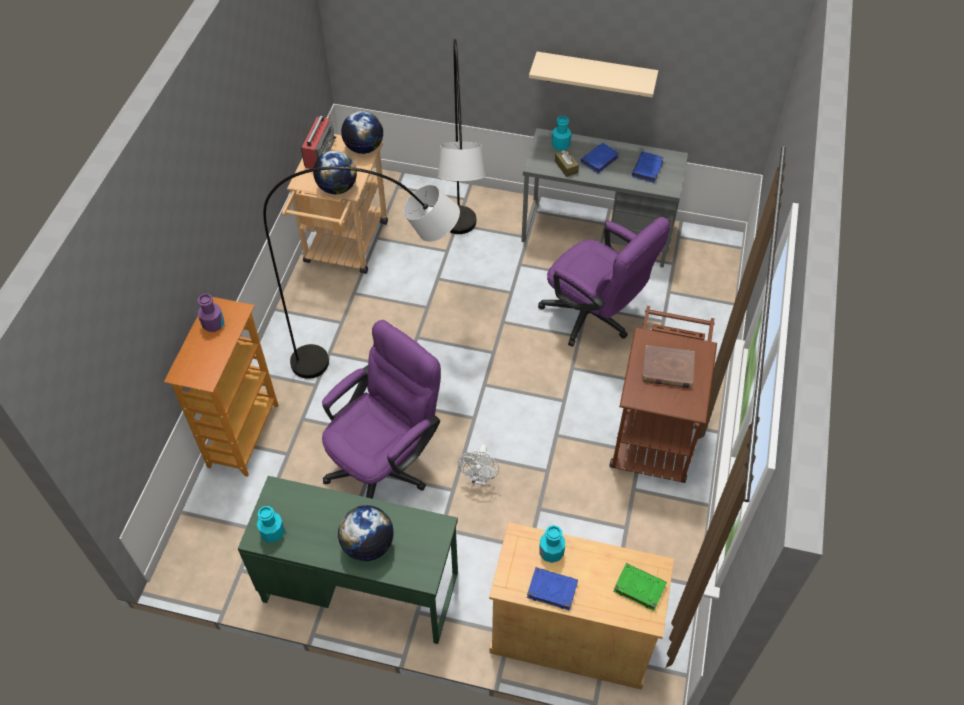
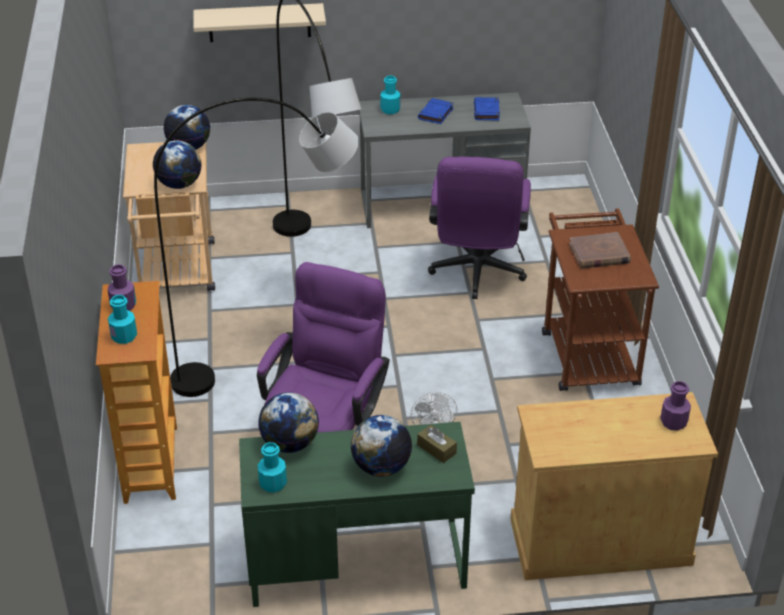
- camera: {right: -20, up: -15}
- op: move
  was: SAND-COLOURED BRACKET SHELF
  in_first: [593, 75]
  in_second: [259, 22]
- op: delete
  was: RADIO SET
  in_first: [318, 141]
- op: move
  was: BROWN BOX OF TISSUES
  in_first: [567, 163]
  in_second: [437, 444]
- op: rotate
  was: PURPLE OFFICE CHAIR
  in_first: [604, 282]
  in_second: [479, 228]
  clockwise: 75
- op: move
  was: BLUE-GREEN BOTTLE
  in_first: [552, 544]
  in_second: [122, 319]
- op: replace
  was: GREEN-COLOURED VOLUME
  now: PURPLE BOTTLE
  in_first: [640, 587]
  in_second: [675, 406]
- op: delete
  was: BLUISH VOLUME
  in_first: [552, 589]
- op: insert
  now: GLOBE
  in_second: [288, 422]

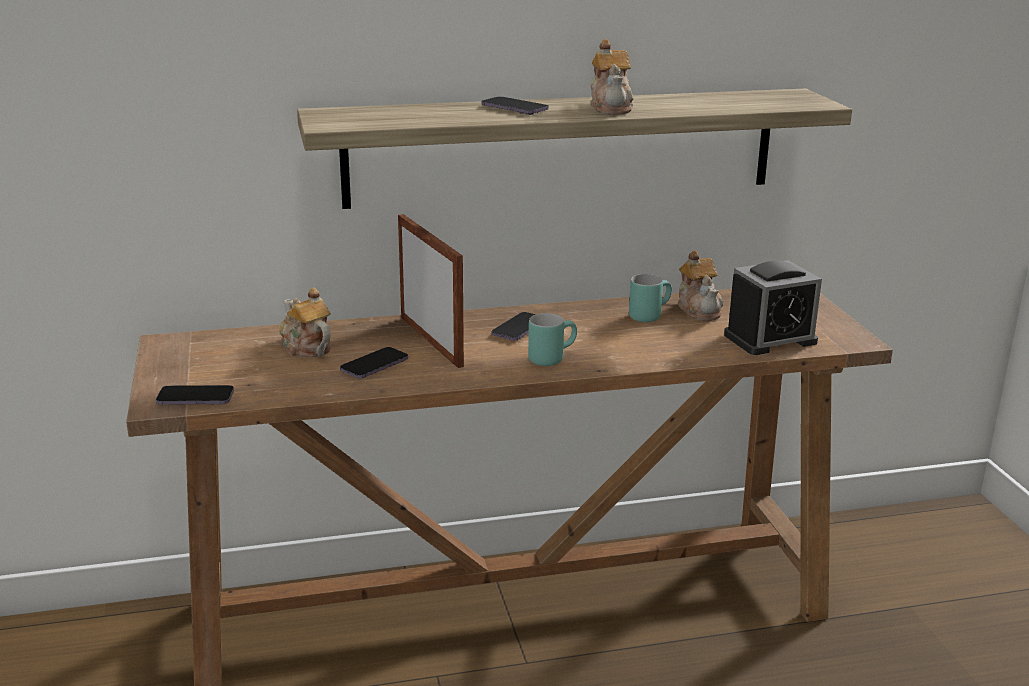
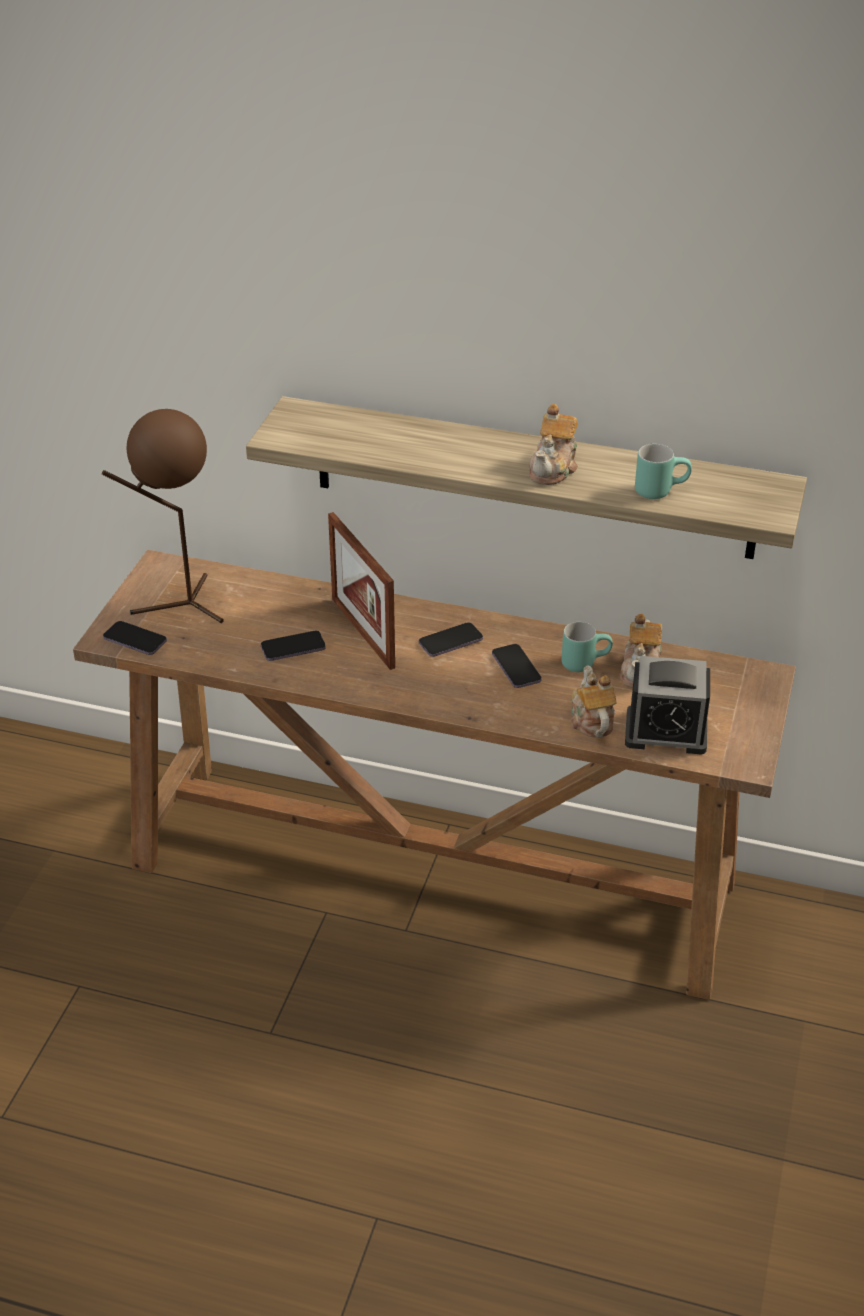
- camera: {right: 30, up: 15}
- op: move
  was: PHONE
  in_first: [515, 106]
  in_second: [517, 666]
- op: rotate
  was: STANDING FRAME
  in_first: [431, 291]
  in_second: [361, 591]
  clockwise: 150
- op: move
  was: POT FOR TEA
  in_first: [305, 322]
  in_second: [594, 701]
- op: move
  was: BLUE-GREEN MUG
  in_first: [552, 339]
  in_second: [663, 471]
- op: insert
  now: BROWN LAMP FOR A TABLE
  in_second: [163, 516]

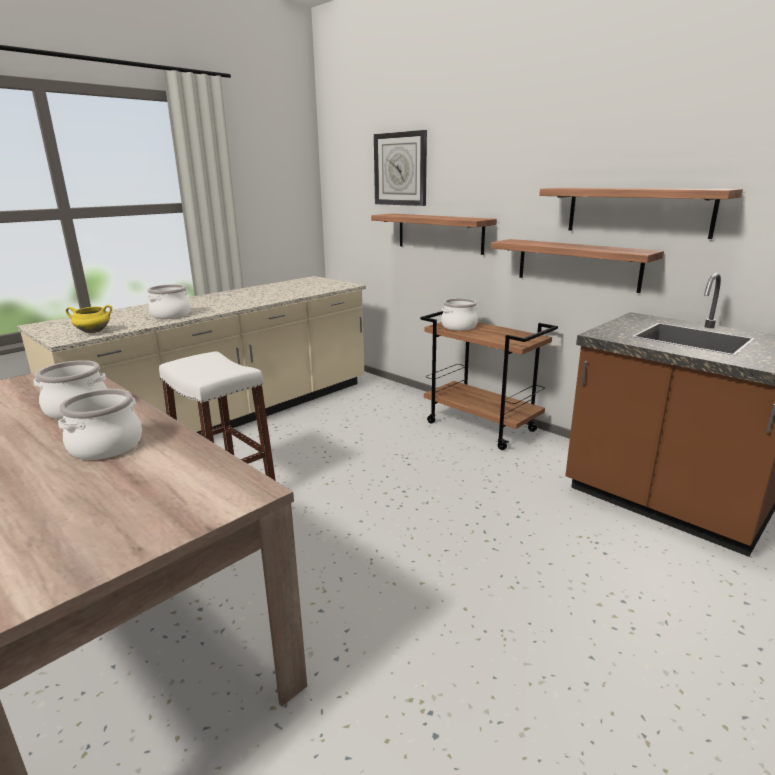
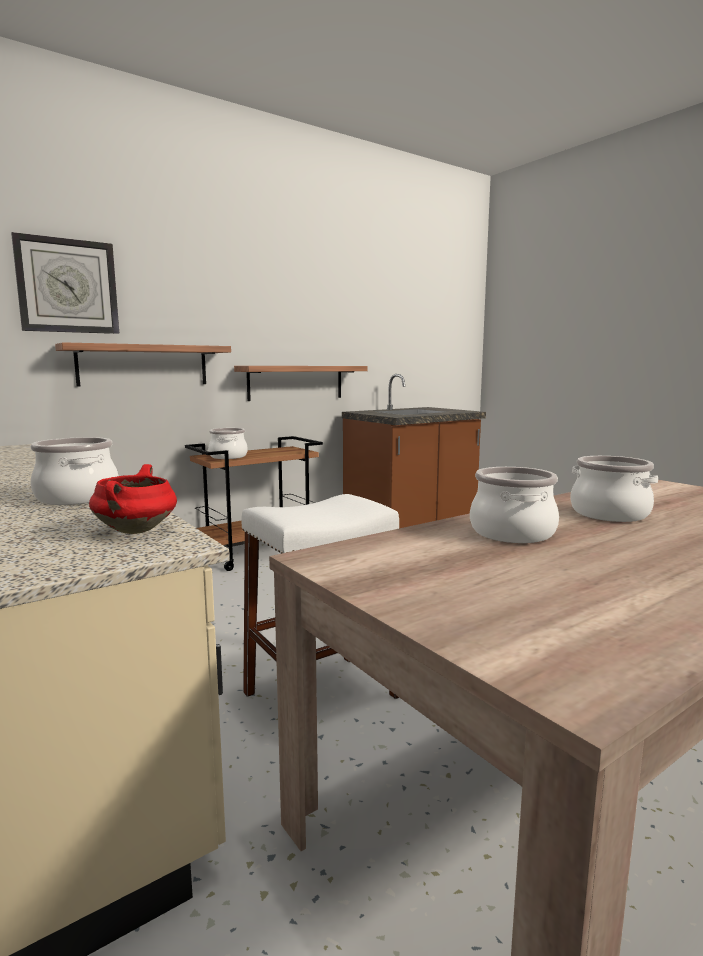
- camera: {right: -80, up: -10}
- op: delete
  was: BRACKET SHELF
  in_first: [641, 213]
- op: recolor
  was: YELLOW-COLOURED SAUCEPOT
  now: REDDISH SAUCEPOT
  in_first: [89, 319]
  in_second: [133, 499]

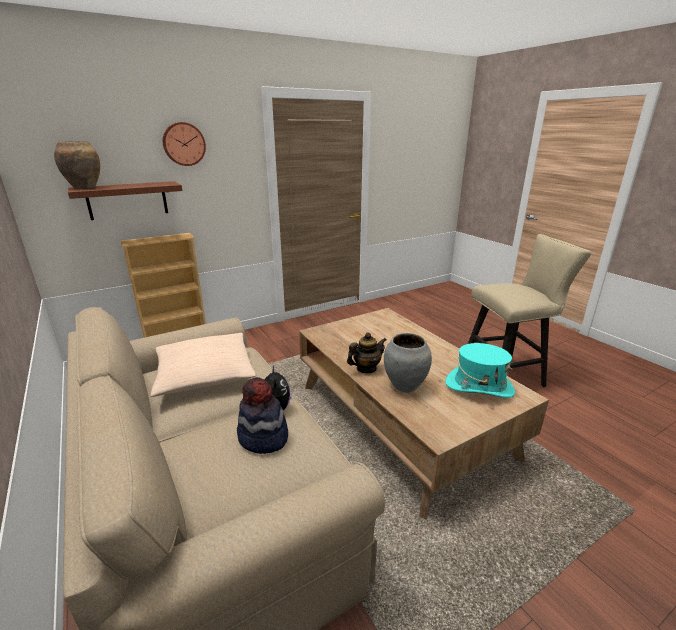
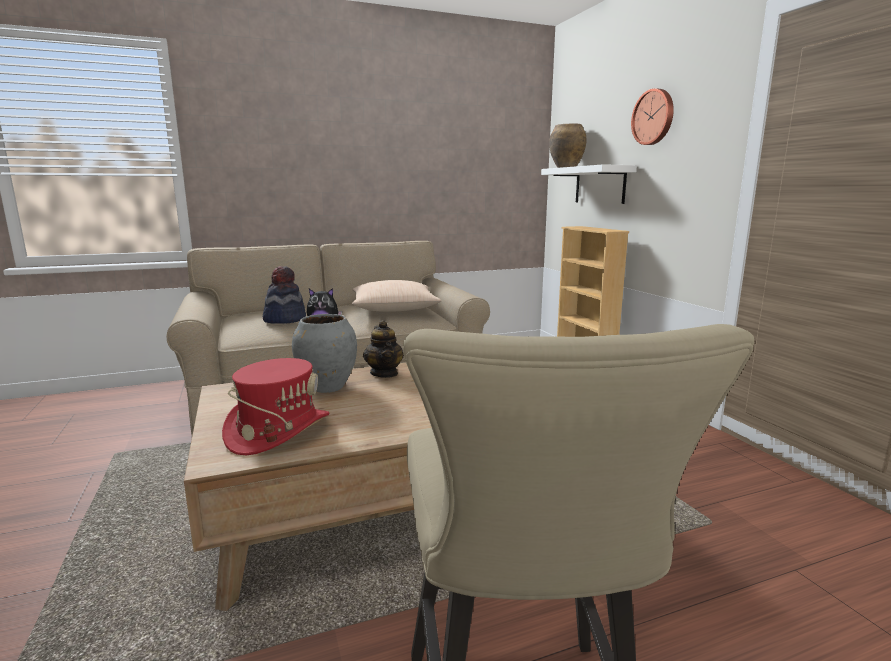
- camera: {right: 100, up: -10}
- op: recolor
  was: BROWN BRACKET SHELF
  now: WHITISH BRACKET SHELF
  in_first: [125, 200]
  in_second: [589, 184]
- op: recolor
  was: BLUE-GREEN HAT
  now: REDDISH HAT
  in_first: [480, 370]
  in_second: [275, 407]

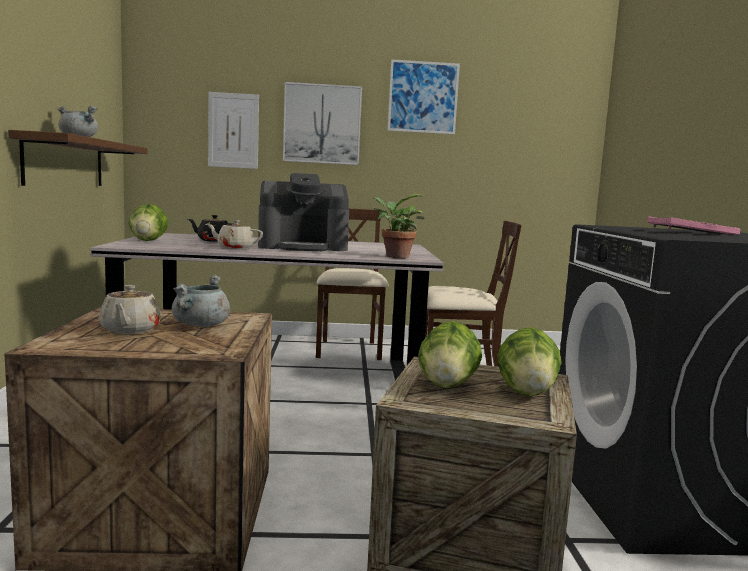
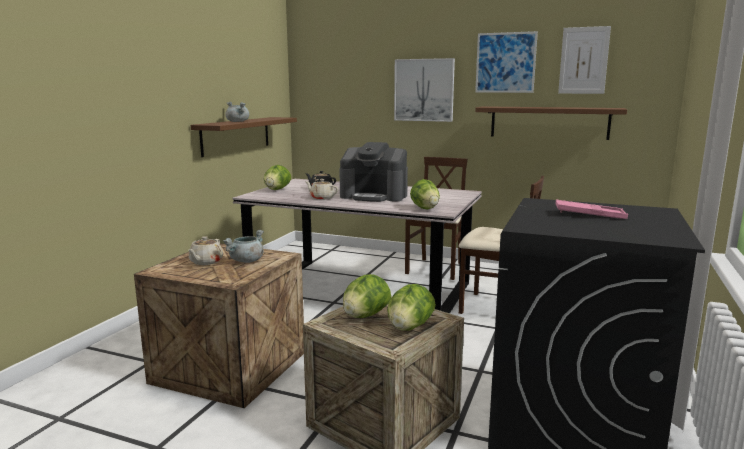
- camera: {right: 25, up: 5}
- op: move
  was: PICTURE
  in_first: [233, 130]
  in_second: [584, 60]
- op: replace
  was: HOUSEPLANT
  now: LETTUCE HEAD
  in_first: [399, 226]
  in_second: [425, 194]
- op: insert
  now: BROWN BRACKET SHELF
  in_second: [551, 123]

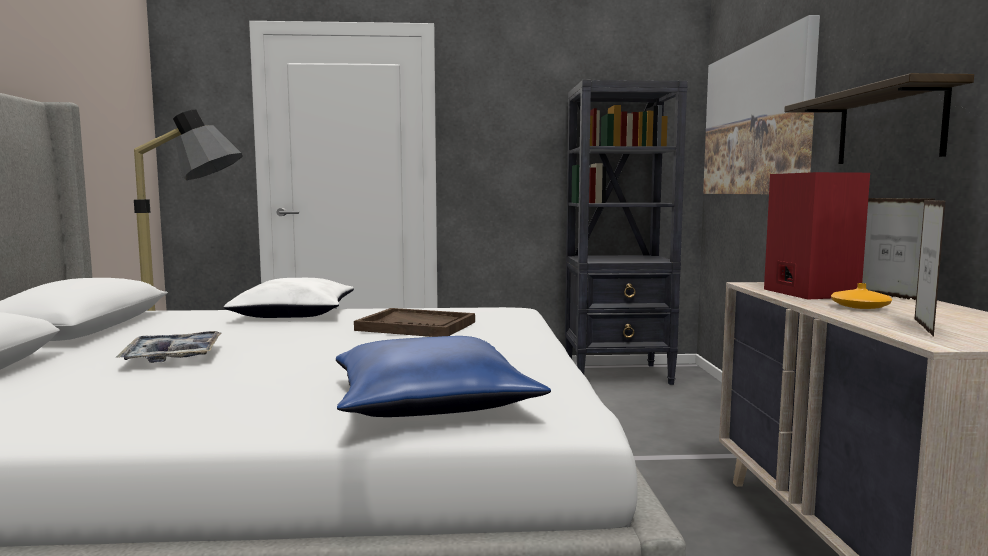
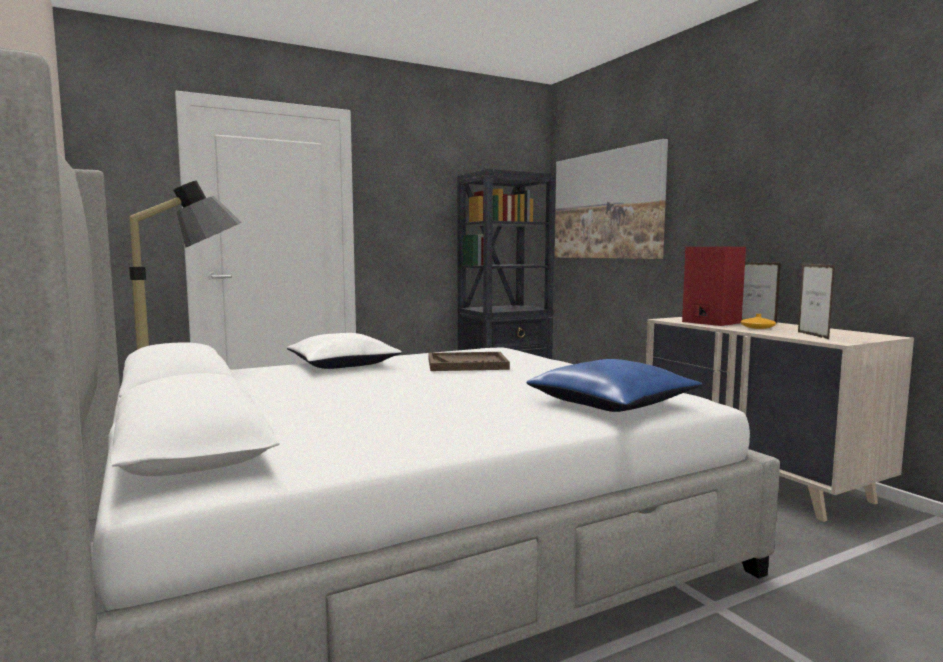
- camera: {right: -25, up: 0}
- op: delete
  was: BRACKET SHELF
  in_first: [879, 118]
- op: delete
  was: SERVING TRAY
  in_first: [169, 347]

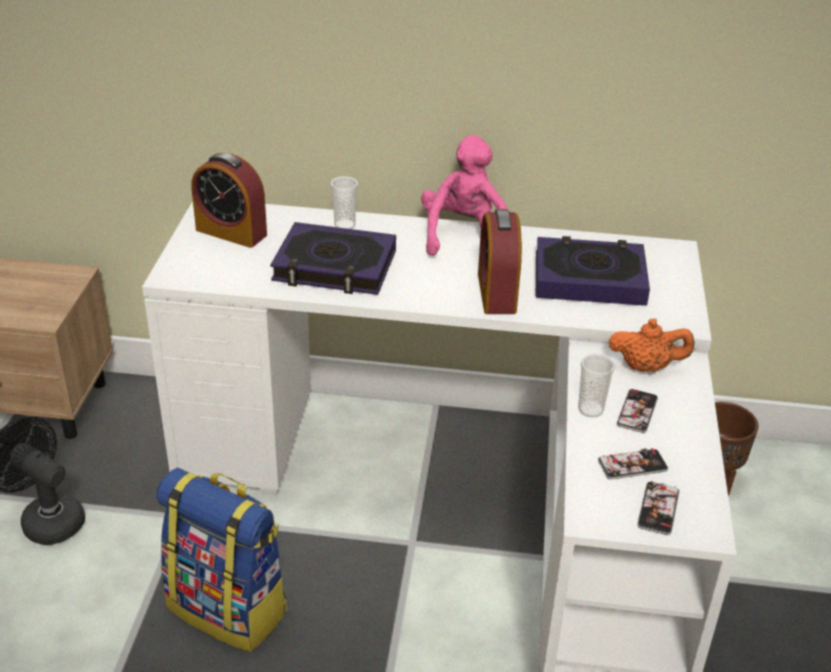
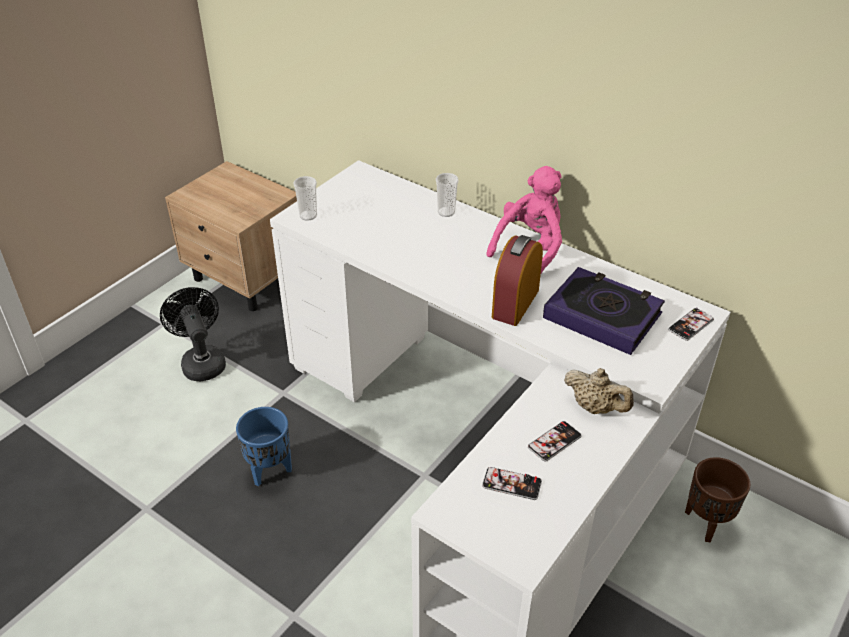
- camera: {right: 30, up: 5}
- op: delete
  was: TABLE CLOCK
  in_first: [229, 200]
- op: delete
  was: VOLUME
  in_first: [333, 258]
- op: recolor
  was: ORANGE POT FOR TEA
  now: SAND-COLOURED POT FOR TEA
  in_first: [651, 345]
  in_second: [599, 391]
- op: move
  was: CUP
  in_first: [596, 385]
  in_second: [305, 198]
- op: replace
  was: KNAPSACK
  now: BLUISH PLANTER
  in_first: [221, 560]
  in_second: [264, 446]
- op: move
  was: PHONE
  in_first: [658, 508]
  in_second: [691, 324]

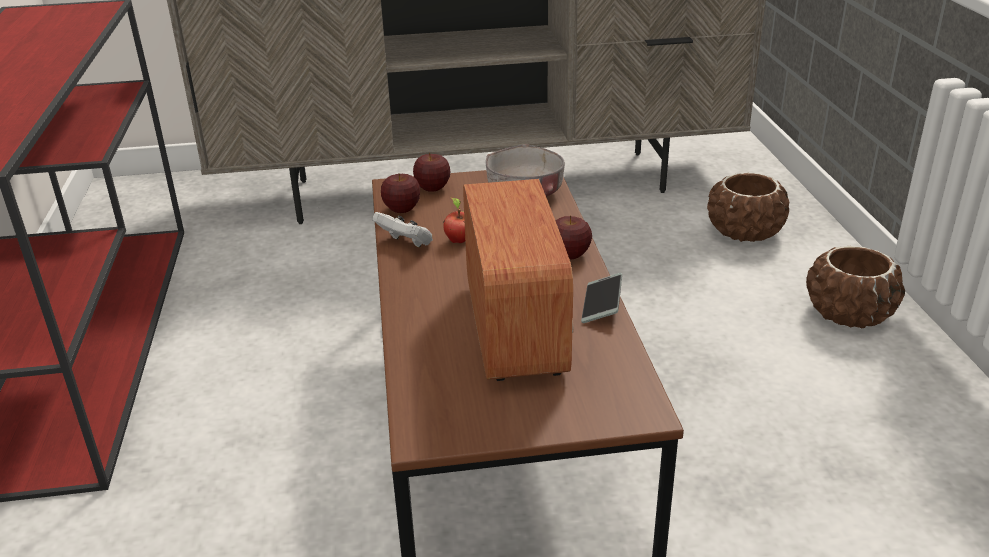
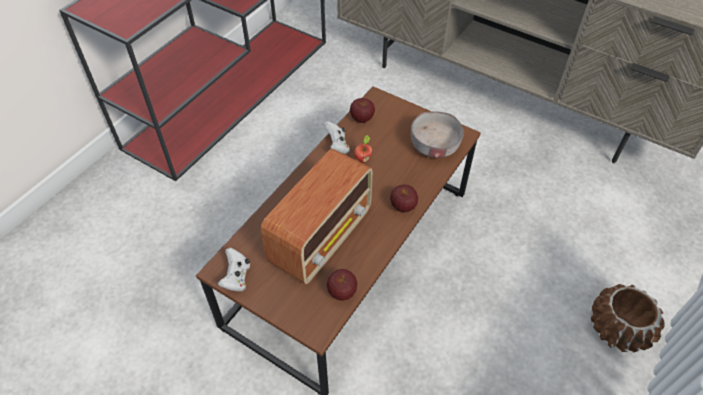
- camera: {right: 40, up: 20}
- op: move
  was: APPLE
  in_first: [432, 172]
  in_second: [342, 285]
- op: delete
  was: BROWN PLANTER
  in_first: [748, 207]
- op: delete
  was: PHONE
  in_first: [601, 298]
- op: insert
  now: WHITISH GAME CONTROLLER
  in_second: [234, 270]

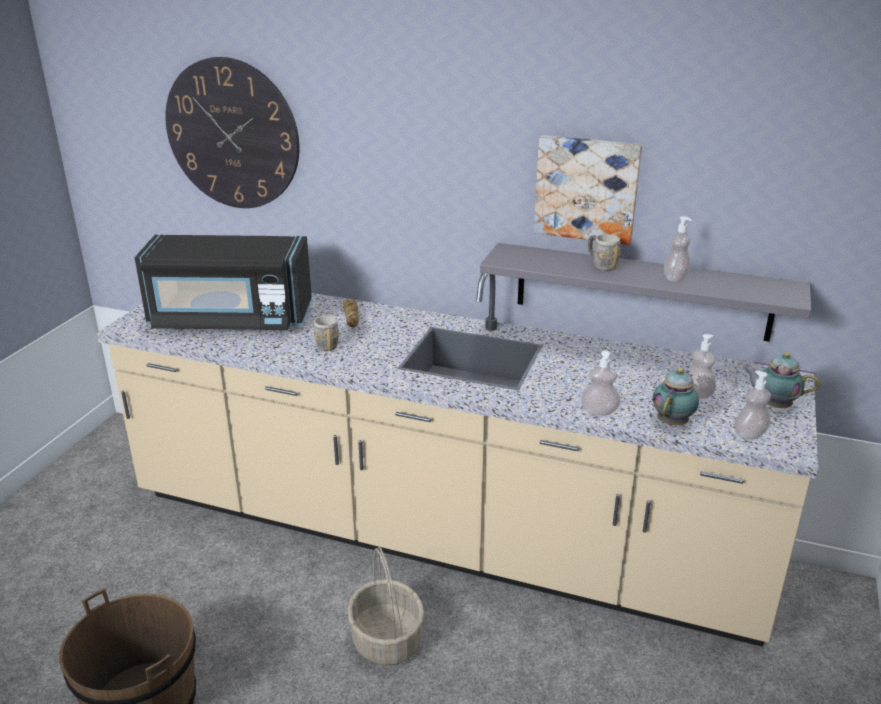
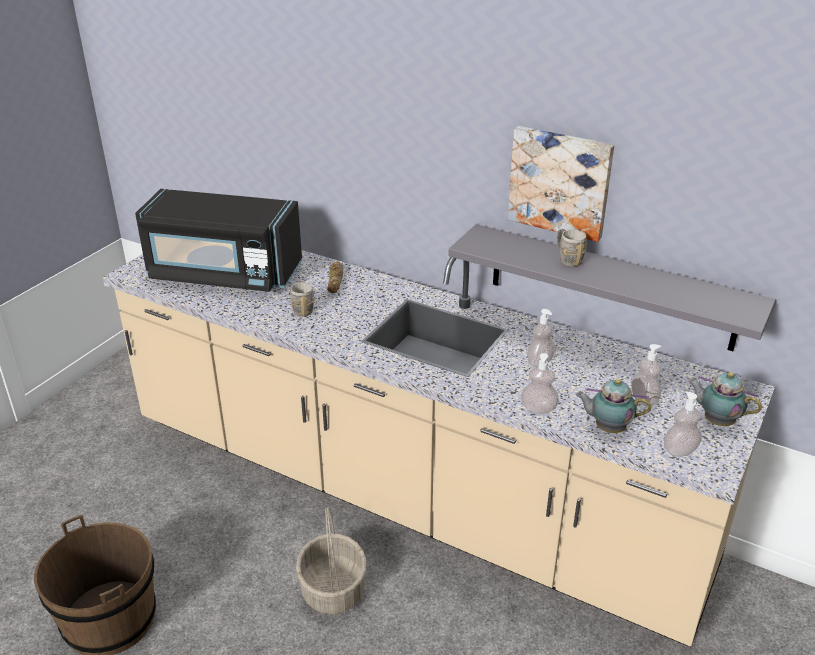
- camera: {right: 10, up: 5}
- op: delete
  was: WALL CLOCK
  in_first: [232, 132]
- op: move
  was: SOAP DISPENSER
  in_first: [678, 249]
  in_second: [541, 338]
- op: rotate
  was: POT FOR TEA
  in_first: [676, 397]
  in_second: [613, 406]
  clockwise: -120

